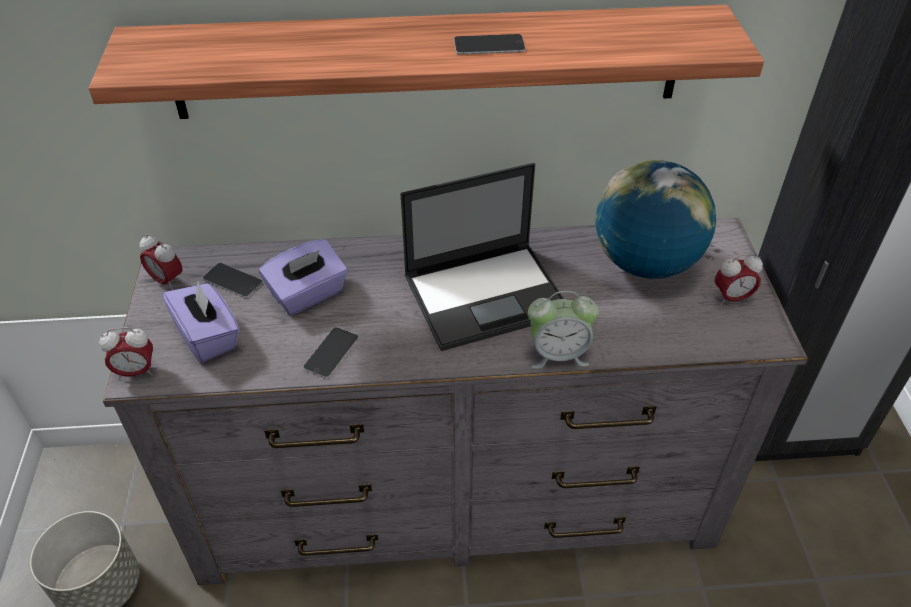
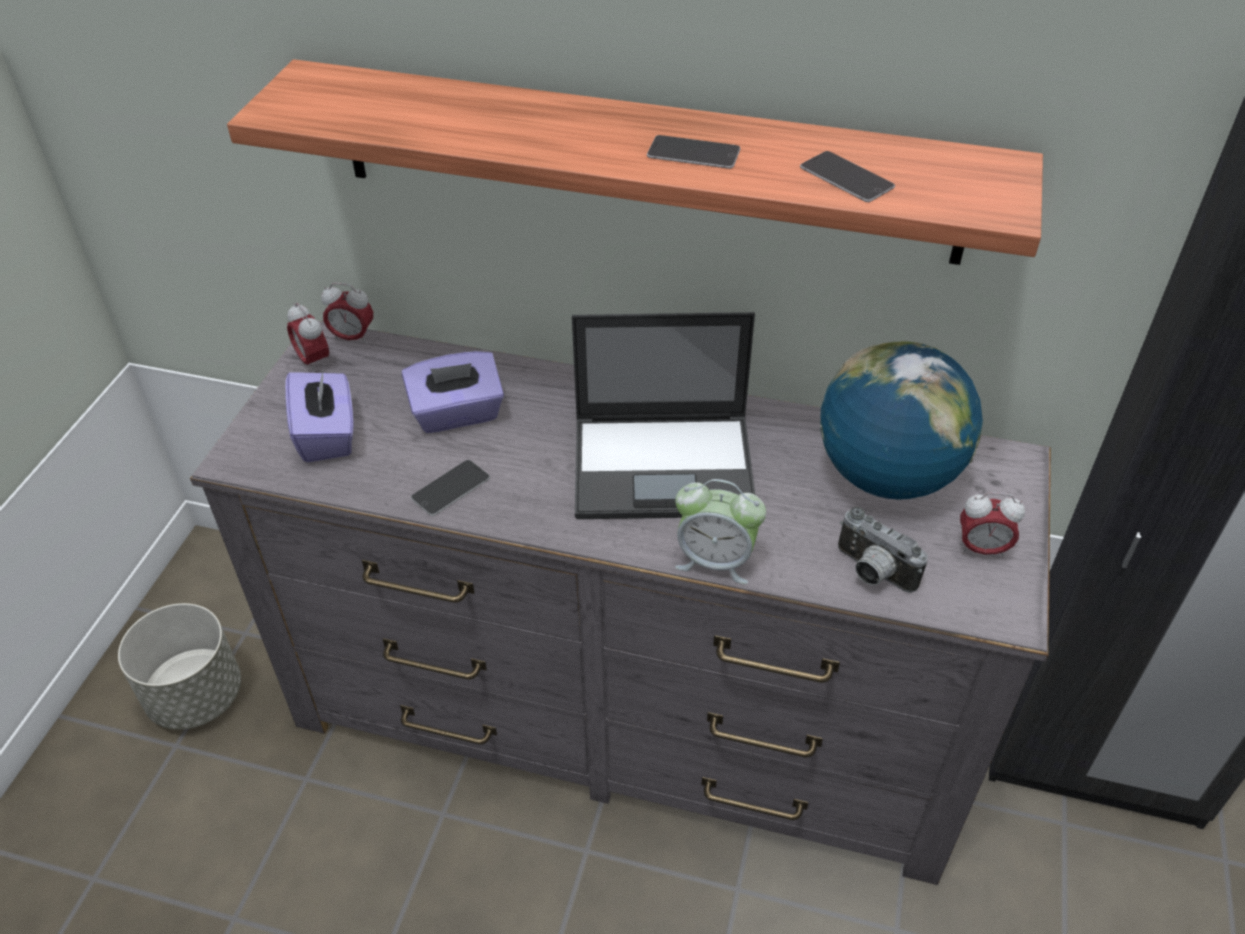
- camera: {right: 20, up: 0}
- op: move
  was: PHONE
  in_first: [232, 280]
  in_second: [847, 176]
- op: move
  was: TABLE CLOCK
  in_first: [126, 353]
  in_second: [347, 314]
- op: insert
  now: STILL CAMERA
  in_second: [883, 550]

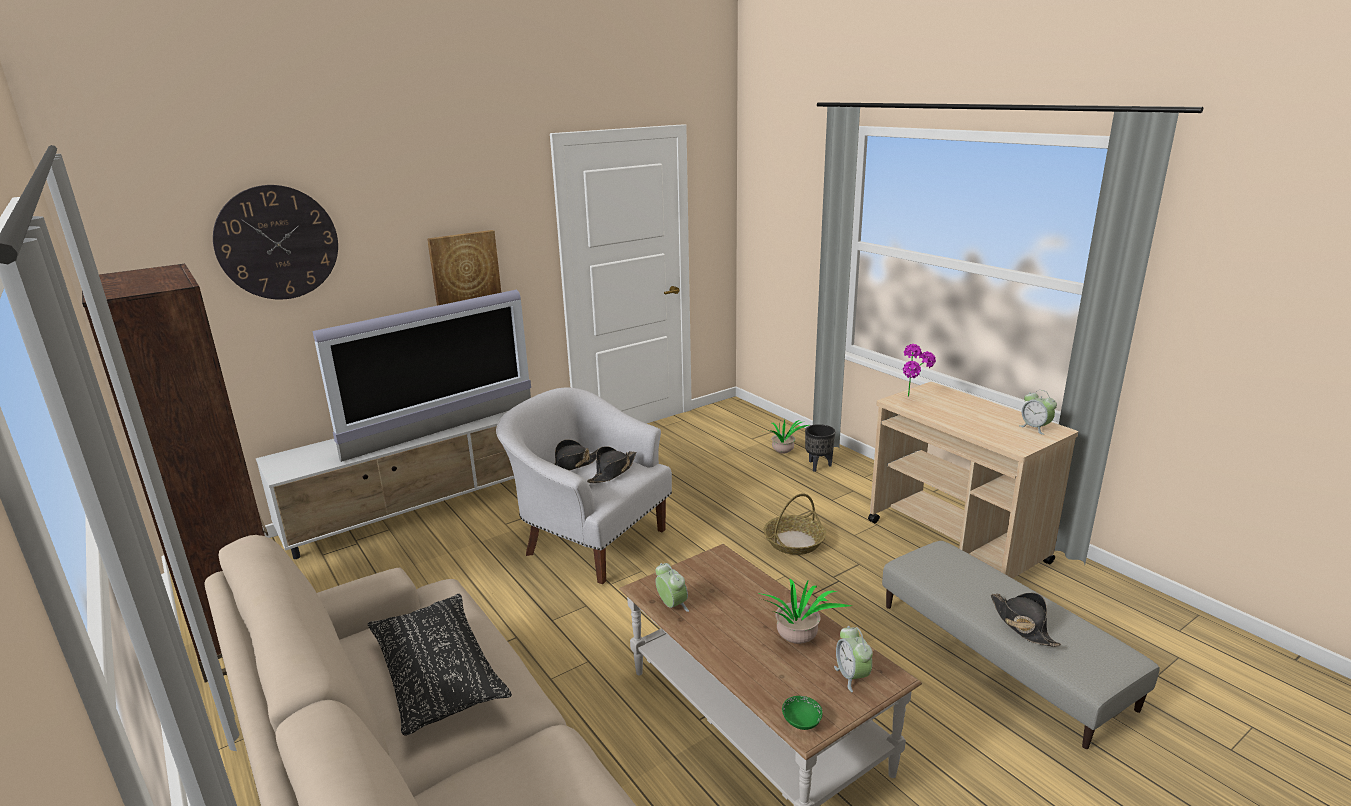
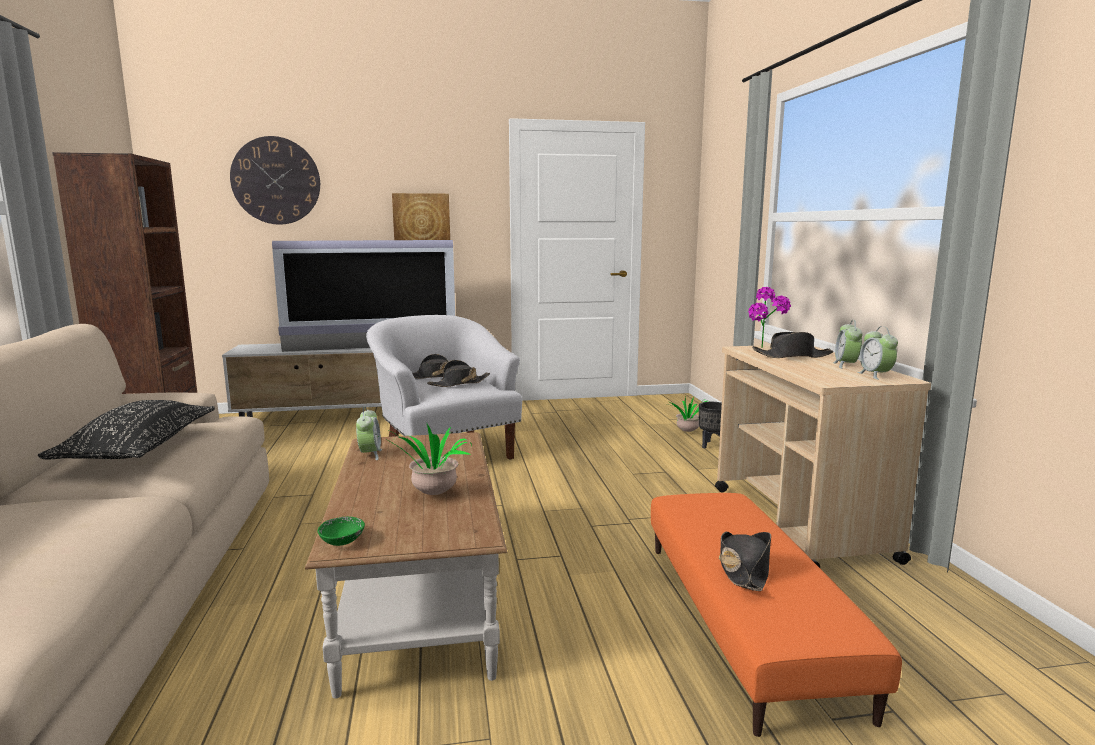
- camera: {right: 25, up: -10}
- op: delete
  was: STORAGE BASKET
  in_first: [795, 524]
- op: recolor
  was: GREY OTTOMAN
  now: ORANGE OTTOMAN
  in_first: [1021, 645]
  in_second: [776, 615]
- op: move
  was: TABLE CLOCK
  in_first: [853, 659]
  in_second: [847, 344]
- op: insert
  now: BLACK-COLOURED HAT
  in_second: [792, 345]

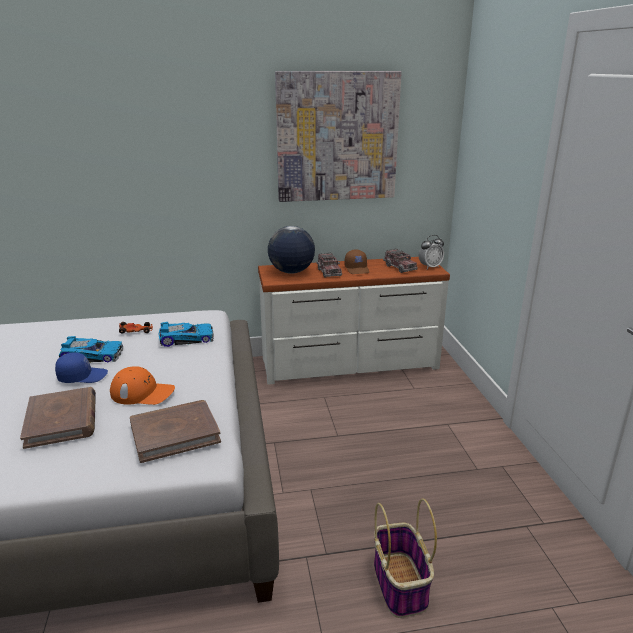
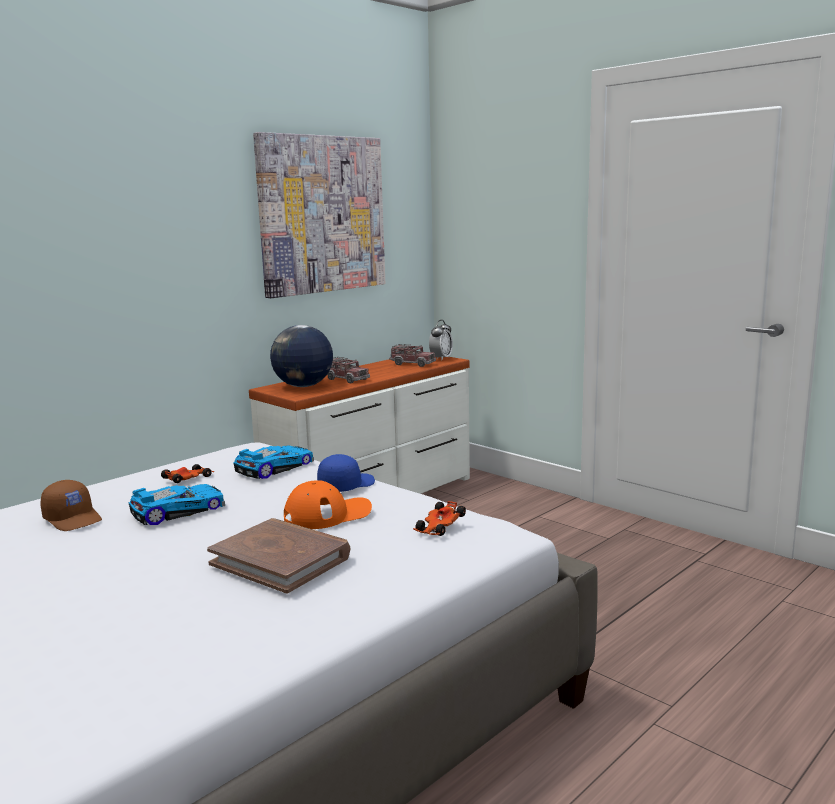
- camera: {right: -35, up: -10}
- op: move
  was: BROWN BASEBALL CAP
  in_first: [356, 261]
  in_second: [71, 505]
- op: move
  was: BLUISH BASEBALL CAP
  in_first: [81, 367]
  in_second: [346, 473]
- op: replace
  was: BROWN VOLUME
  now: MODEL CAR
  in_first: [175, 431]
  in_second: [439, 518]
- op: delete
  was: STORAGE BASKET
  in_first: [405, 558]

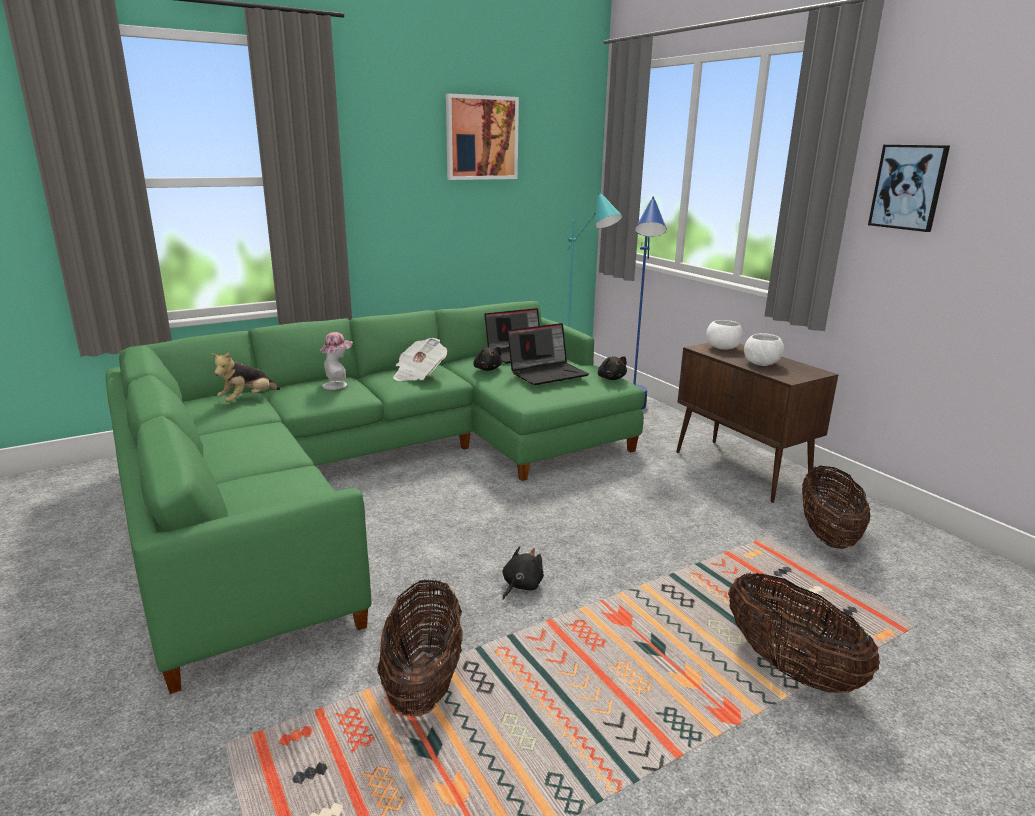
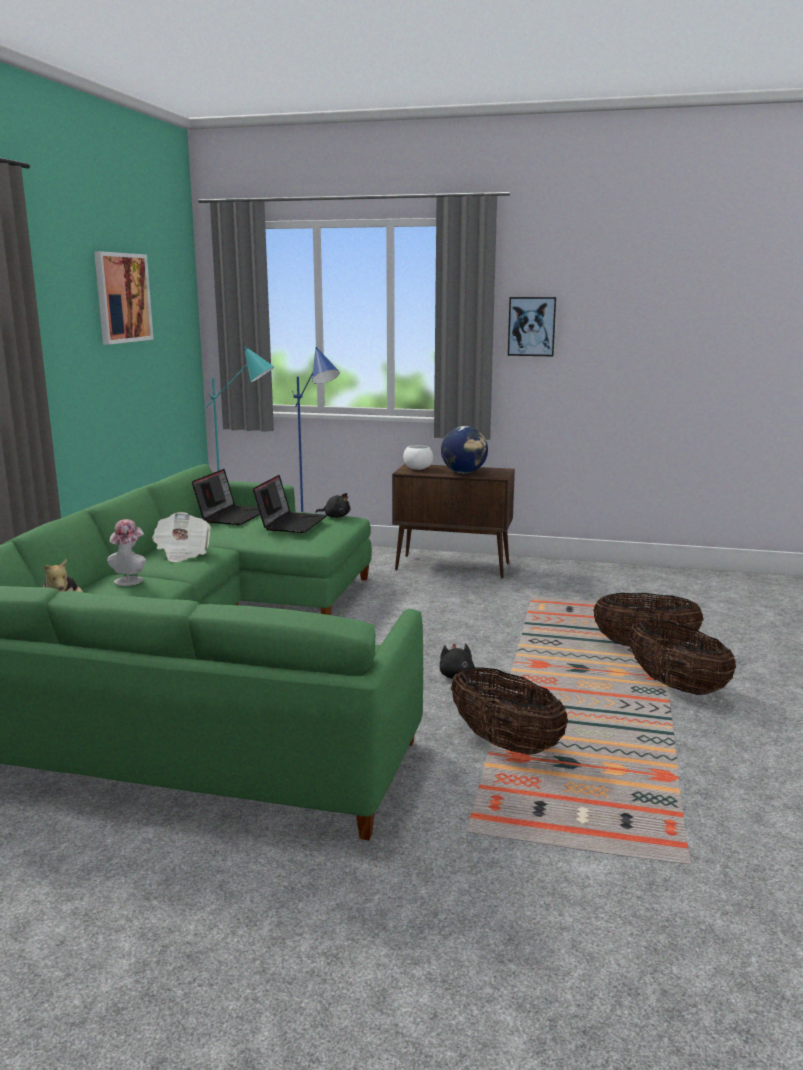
- camera: {right: -45, up: -5}
- op: replace
  was: WHITISH DEEP DISH
  now: GLOBE
  in_first: [764, 349]
  in_second: [464, 449]
- op: delete
  was: BLACK-COLOURED CUDDLY TOY
  in_first: [487, 359]
- op: move
  was: STORAGE BASKET
  in_first: [836, 507]
  in_second: [682, 657]

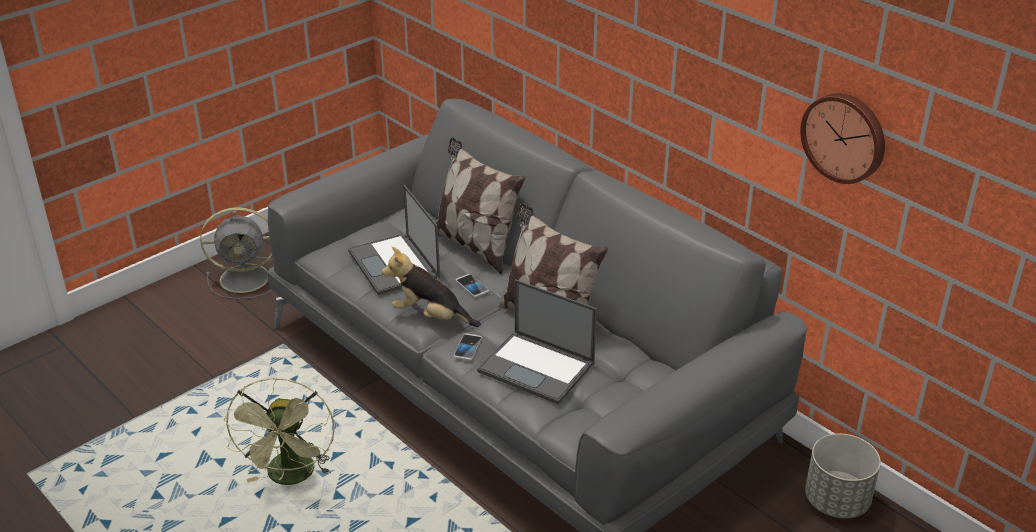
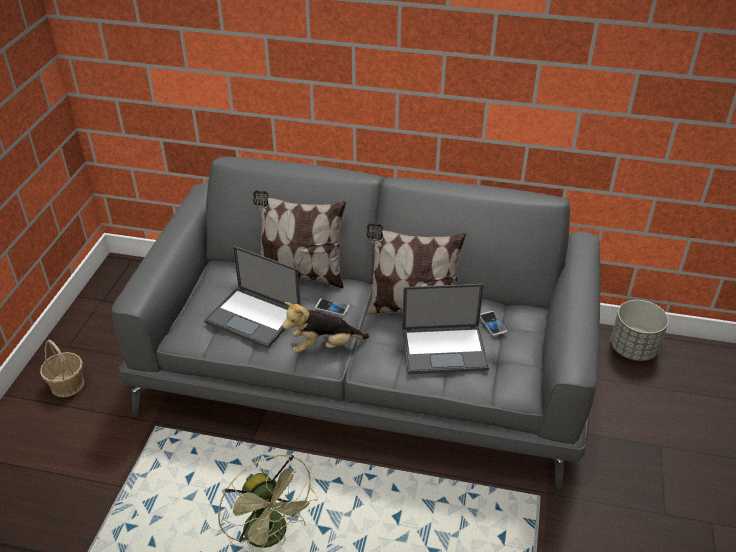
- camera: {right: -35, up: 5}
- op: delete
  was: WALL CLOCK
  in_first: [842, 138]
- op: replace
  was: GREY FAN
  now: STORAGE BASKET
  in_first: [236, 253]
  in_second: [62, 368]
- op: move
  was: PHONE
  in_first: [467, 346]
  in_second: [493, 323]

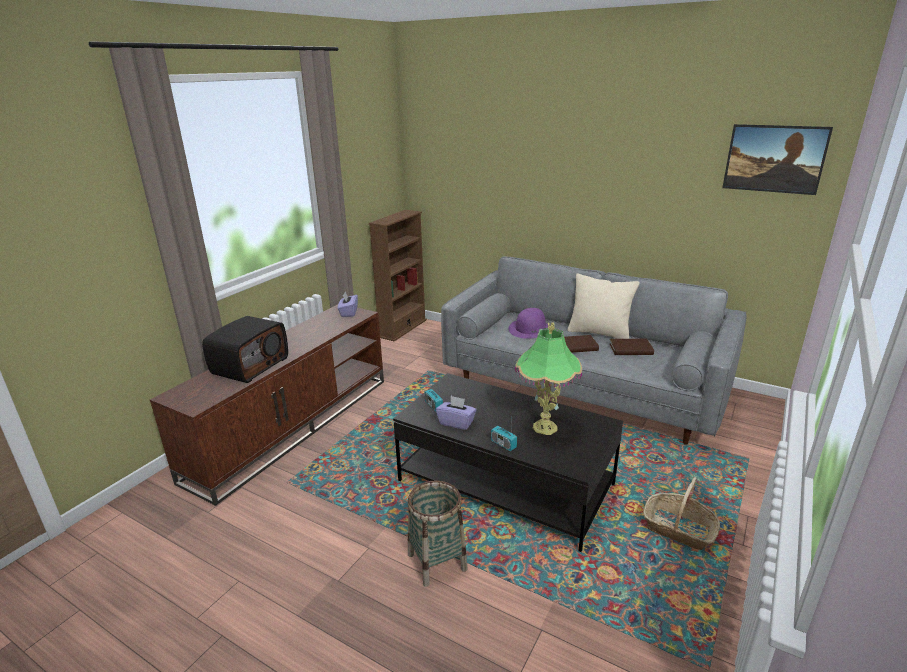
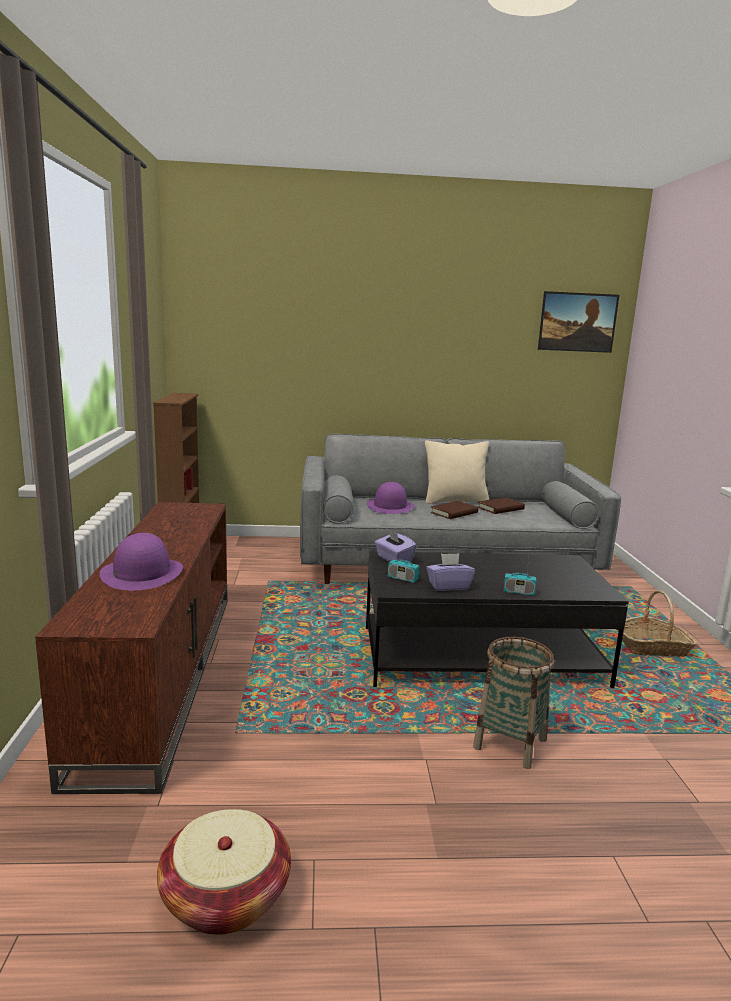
- camera: {right: -35, up: -10}
- op: move
  was: PURPLE BOX OF TISSUES
  in_first: [348, 304]
  in_second: [396, 545]
- op: replace
  was: RADIO SET
  now: PURPLE HAT
  in_first: [245, 349]
  in_second: [141, 561]
- op: delete
  was: LAMP FOR A TABLE
  in_first: [548, 378]
- op: insert
  now: STORAGE BASKET
  in_second: [224, 872]

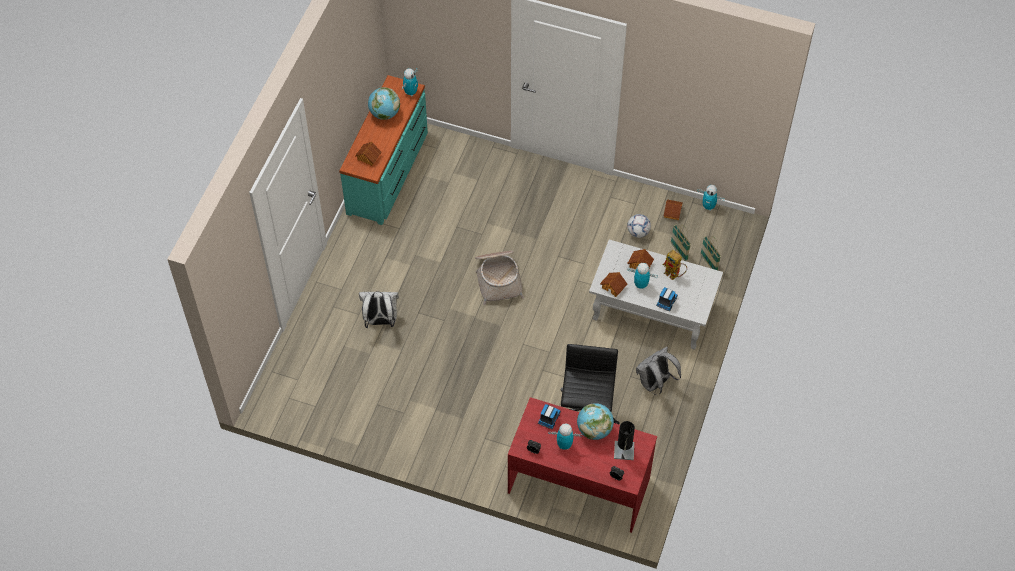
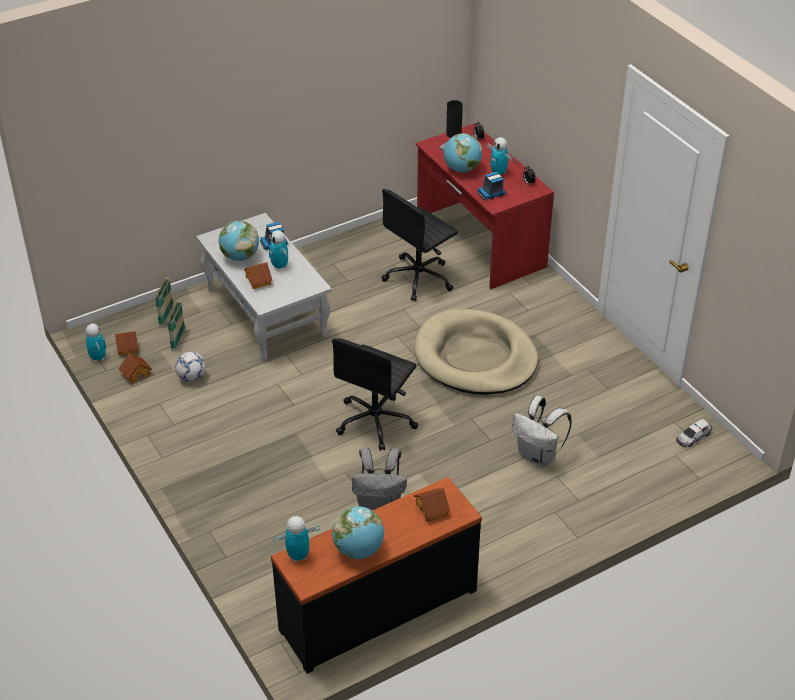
- camera: {right: -140, up: -15}
- op: recolor
  was: BLUE-GREEN DRAWER CHEST
  now: BLACK-COLOURED DRAWER CHEST
  in_first: [383, 150]
  in_second: [376, 575]
- op: replace
  was: MODEL ROBOT
  now: GLOBE
  in_first: [675, 265]
  in_second: [239, 241]
- op: replace
  was: STORAGE BASKET
  now: BLACK-COLOURED OFFICE CHAIR
  in_first: [499, 278]
  in_second: [375, 394]
- op: move
  was: MODEL HOUSE
  in_first: [613, 284]
  in_second: [126, 343]
- op: move
  was: GREY KNAPSACK
  in_first: [658, 370]
  in_second: [379, 479]
- op: insert
  now: SAND-COLOURED DOG BED
  in_second: [476, 352]
- op: insert
  now: MODEL CAR
  in_second: [694, 433]

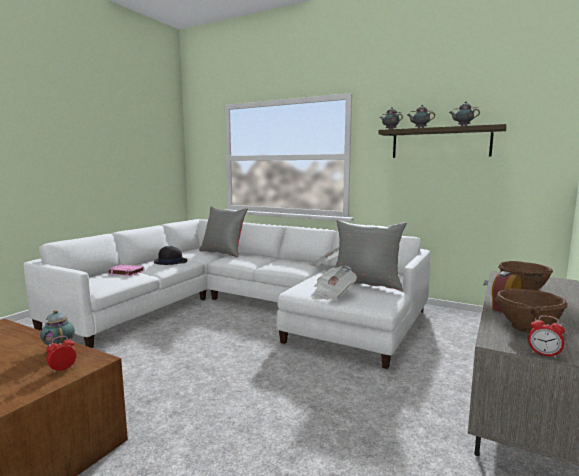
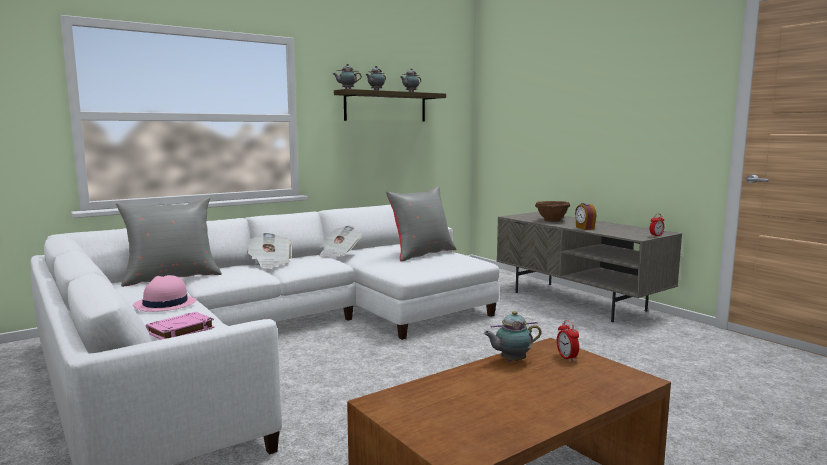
- camera: {right: -65, up: 0}
- op: recolor
  was: BLACK-COLOURED HAT
  now: PINK-COLOURED HAT
  in_first: [170, 255]
  in_second: [164, 293]
- op: move
  was: DAILY PAPER
  in_first: [334, 283]
  in_second: [269, 251]
- op: delete
  was: BROWN DEEP DISH
  in_first: [531, 311]

